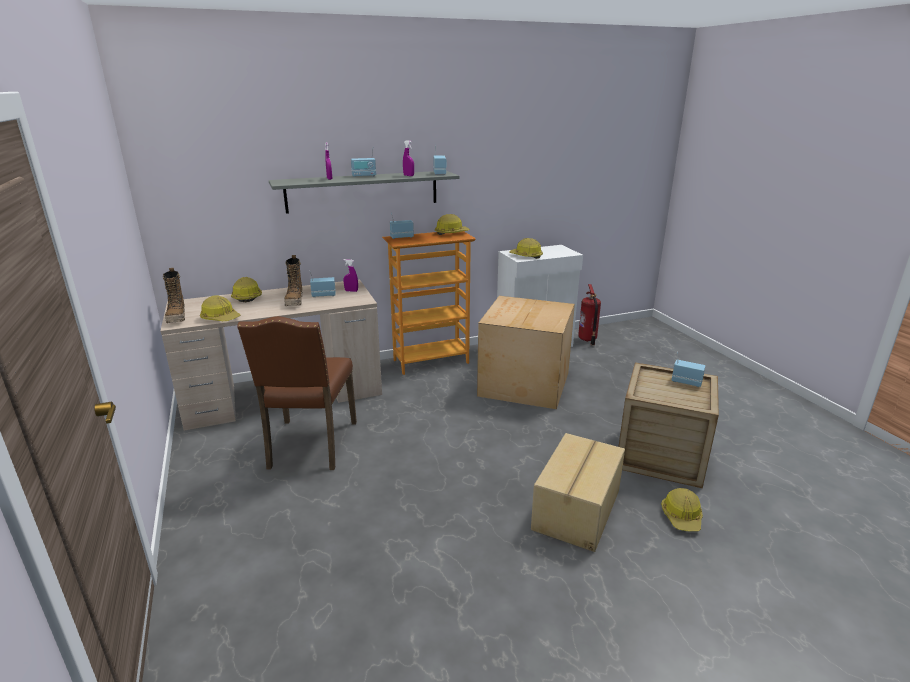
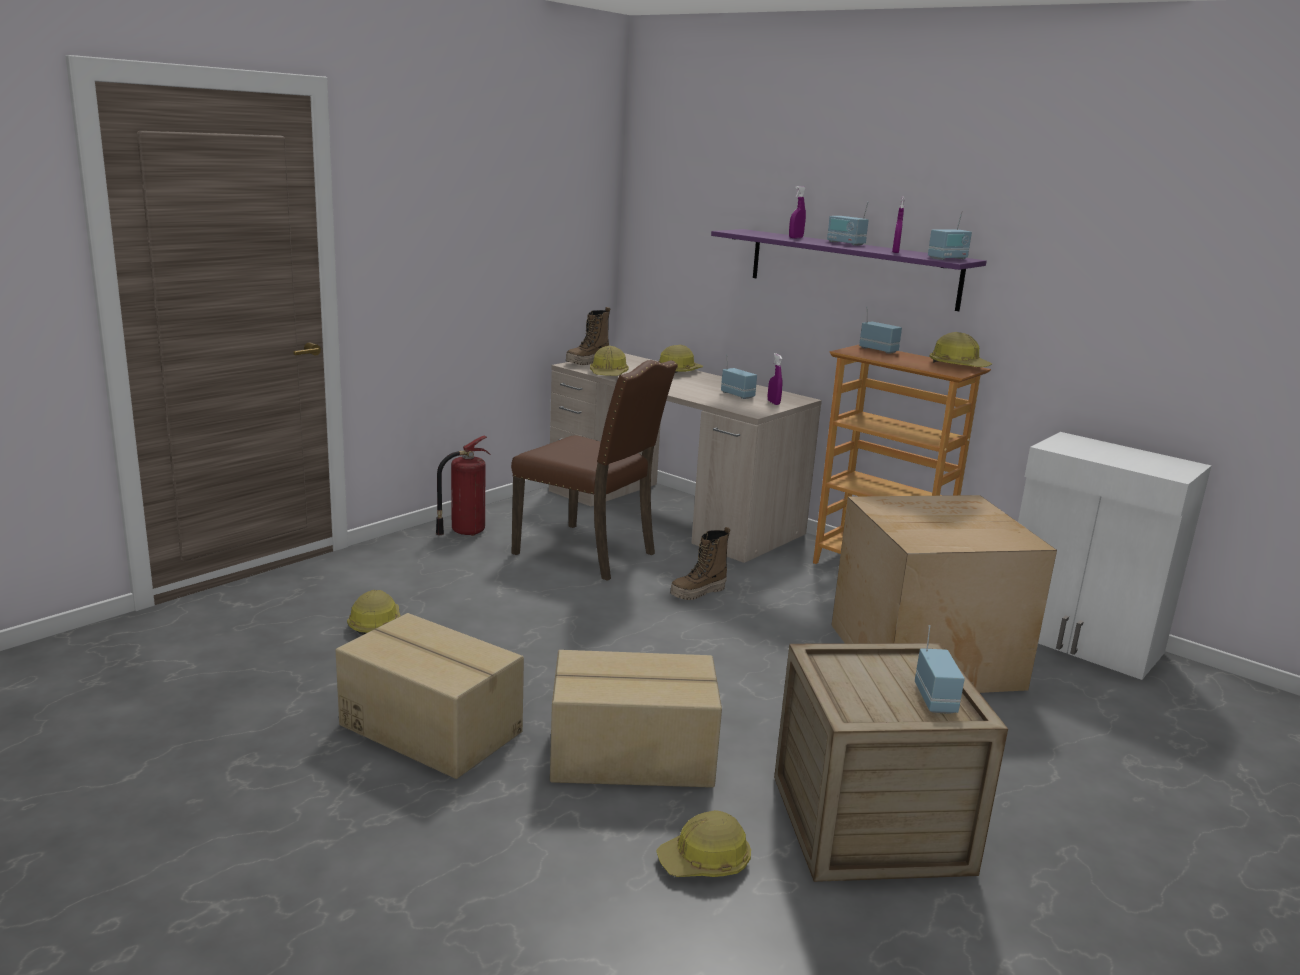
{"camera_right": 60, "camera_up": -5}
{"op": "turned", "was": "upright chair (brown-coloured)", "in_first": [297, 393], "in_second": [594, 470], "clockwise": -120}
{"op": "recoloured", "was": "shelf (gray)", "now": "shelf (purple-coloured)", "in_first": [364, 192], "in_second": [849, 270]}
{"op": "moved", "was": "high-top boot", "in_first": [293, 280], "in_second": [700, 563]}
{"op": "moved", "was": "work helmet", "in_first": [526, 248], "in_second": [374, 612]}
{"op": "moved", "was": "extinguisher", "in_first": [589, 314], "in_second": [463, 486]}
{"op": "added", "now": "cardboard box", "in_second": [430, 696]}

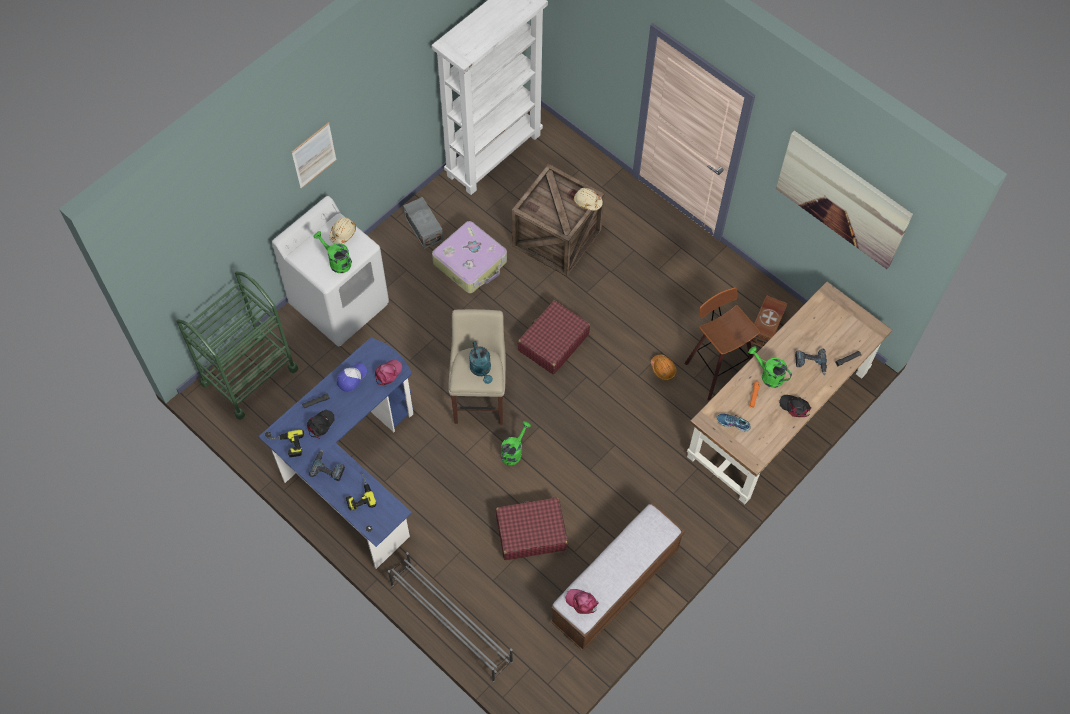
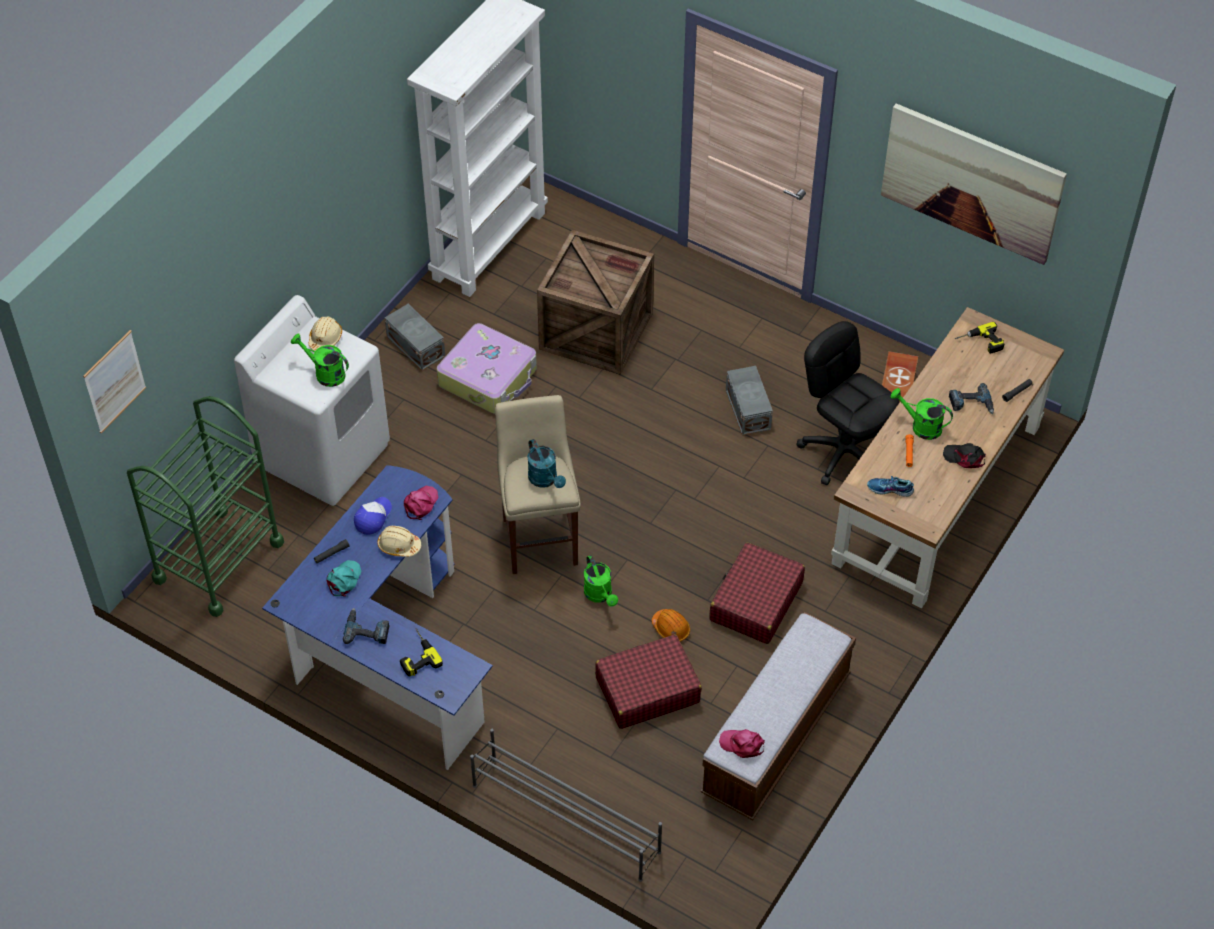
{"camera_right": -10, "camera_up": -10}
{"op": "moved", "was": "electric drill", "in_first": [285, 443], "in_second": [980, 338]}
{"op": "moved", "was": "picture", "in_first": [314, 155], "in_second": [114, 381]}
{"op": "recoloured", "was": "cap (black)", "now": "cap (blue-green)", "in_first": [321, 424], "in_second": [343, 578]}
{"op": "turned", "was": "watering pot (green-coloured)", "in_first": [516, 443], "in_second": [601, 581], "clockwise": 135}
{"op": "moved", "was": "suitcase (reddish)", "in_first": [554, 337], "in_second": [757, 593]}
{"op": "moved", "was": "work helmet (beige-coloured)", "in_first": [588, 199], "in_second": [399, 541]}
{"op": "moved", "was": "work helmet (orange-coloured)", "in_first": [664, 367], "in_second": [671, 625]}
{"op": "replaced", "was": "stool seat", "now": "office chair (black)", "in_first": [722, 344], "in_second": [848, 403]}
{"op": "added", "now": "storage bin (gray)", "in_second": [749, 400]}

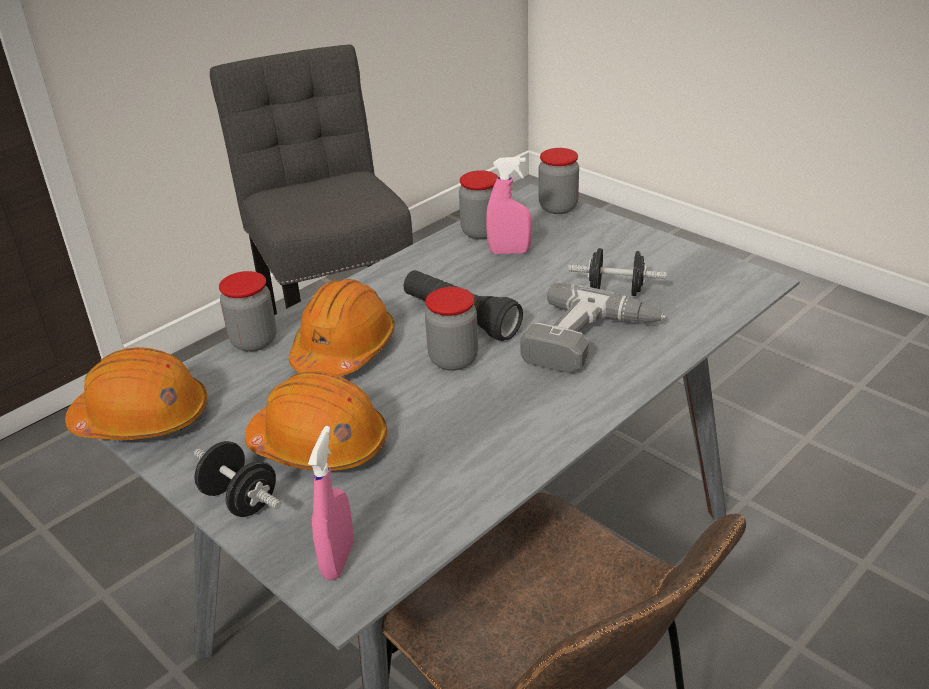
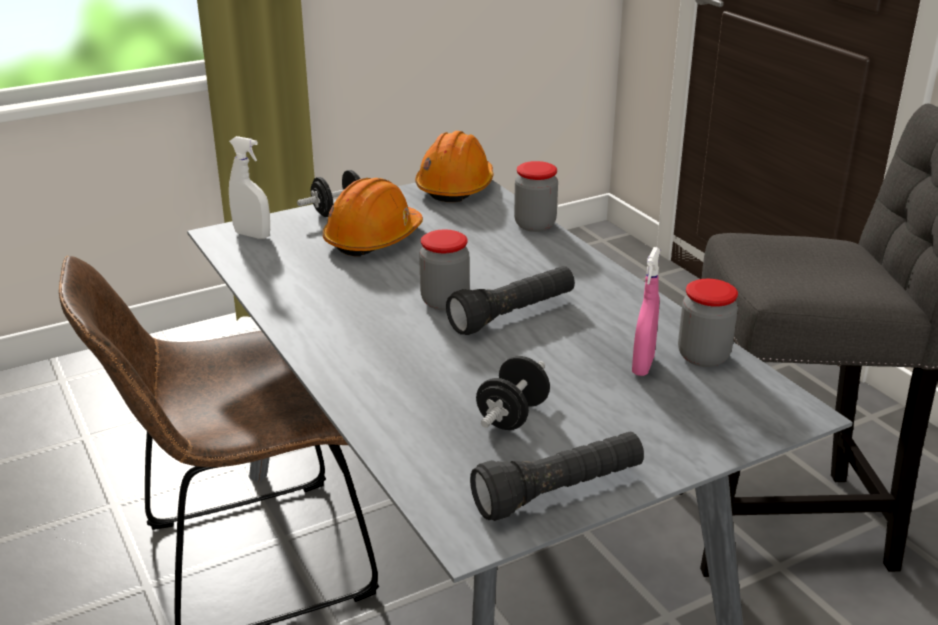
{"camera_right": 105, "camera_up": -5}
{"op": "removed", "was": "work helmet (orange-coloured)", "in_first": [342, 327]}
{"op": "recoloured", "was": "hand sprayer (pink-coloured)", "now": "hand sprayer (white)", "in_first": [330, 503], "in_second": [249, 187]}
{"op": "removed", "was": "electric drill", "in_first": [593, 328]}
{"op": "removed", "was": "storage jar", "in_first": [559, 181]}
{"op": "added", "now": "torch (black)", "in_second": [557, 476]}

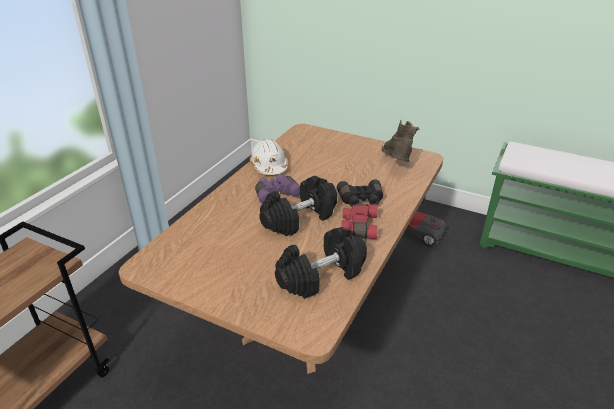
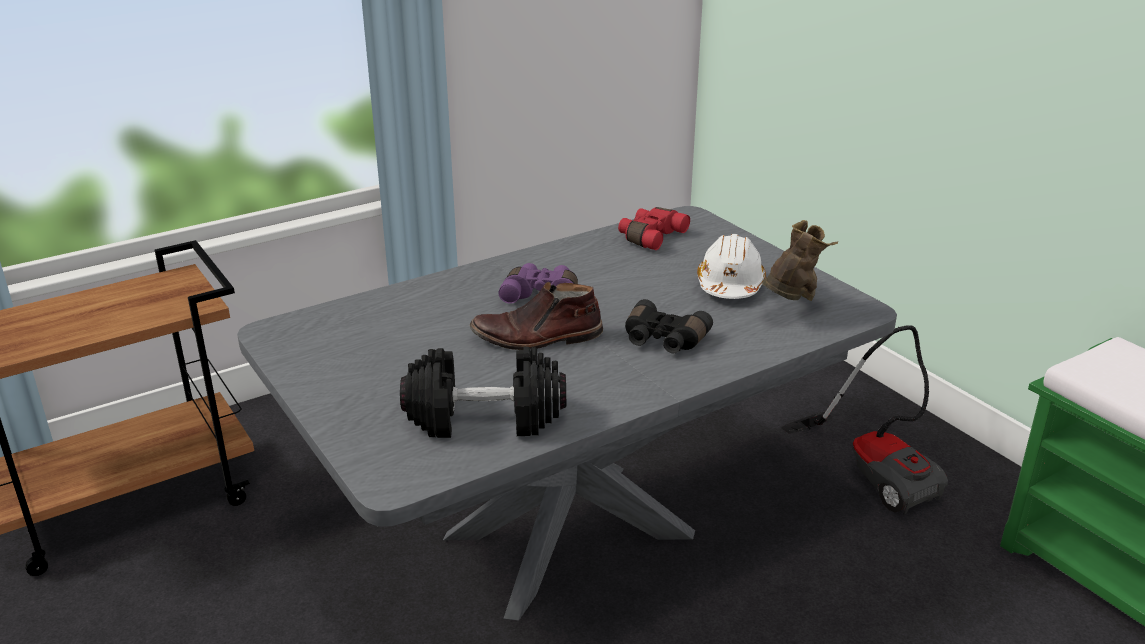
{"camera_right": 30, "camera_up": -5}
{"op": "recoloured", "was": "dinner table (brown-coloured)", "now": "dinner table (gray)", "in_first": [280, 249], "in_second": [567, 413]}
{"op": "moved", "was": "work helmet (white)", "in_first": [269, 157], "in_second": [731, 266]}
{"op": "replaced", "was": "free weight (black)", "now": "high-top boot (brown-coloured)", "in_first": [298, 206], "in_second": [536, 316]}
{"op": "moved", "was": "pair of binoculars (reddish)", "in_first": [359, 221], "in_second": [654, 228]}

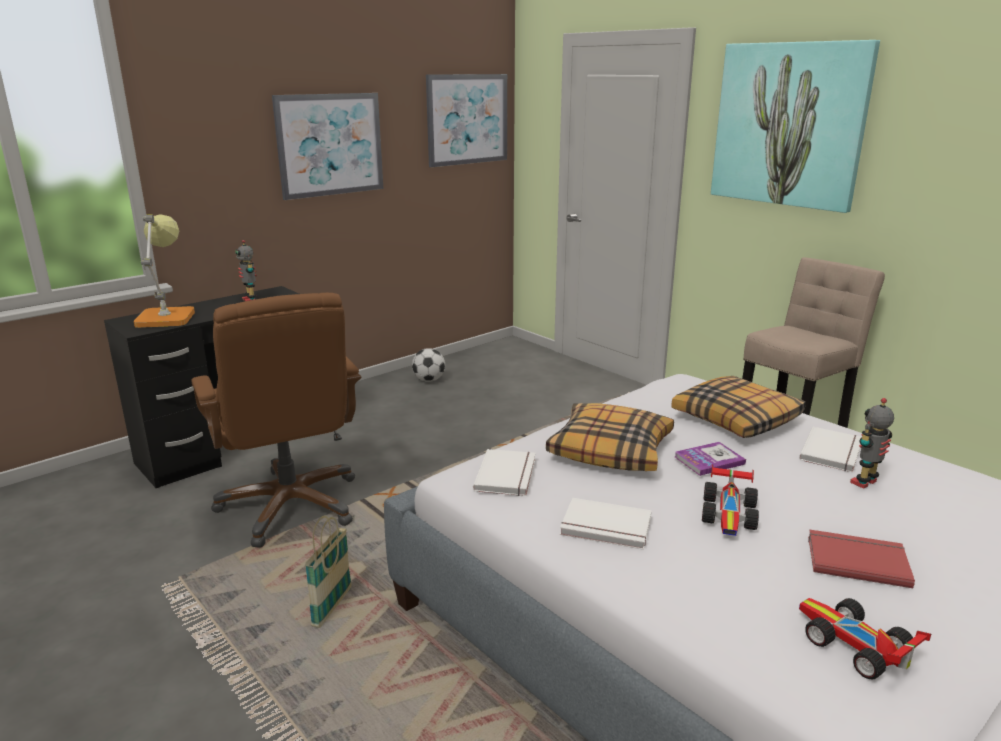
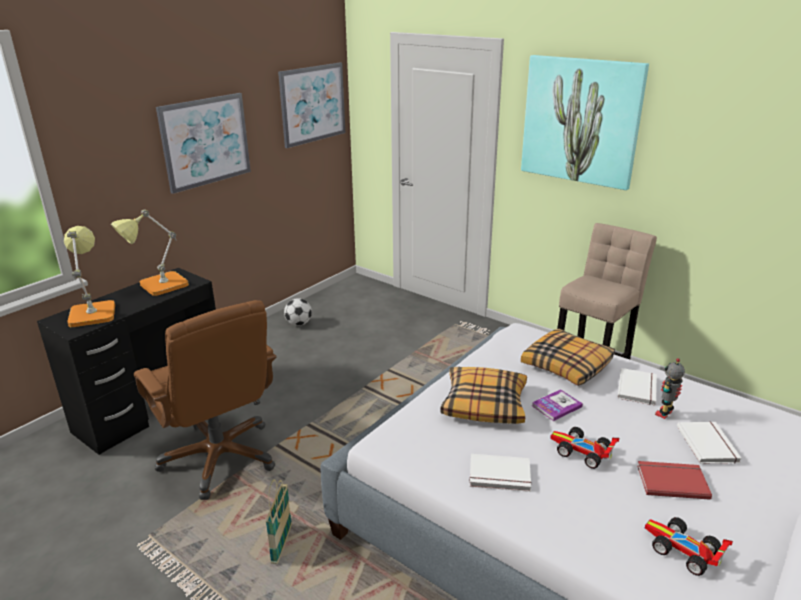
{"camera_right": -10, "camera_up": 5}
{"op": "replaced", "was": "model robot", "now": "table lamp", "in_first": [246, 270], "in_second": [150, 252]}
{"op": "moved", "was": "volume (white)", "in_first": [504, 472], "in_second": [709, 442]}
{"op": "turned", "was": "model car", "in_first": [730, 500], "in_second": [584, 448], "clockwise": 120}

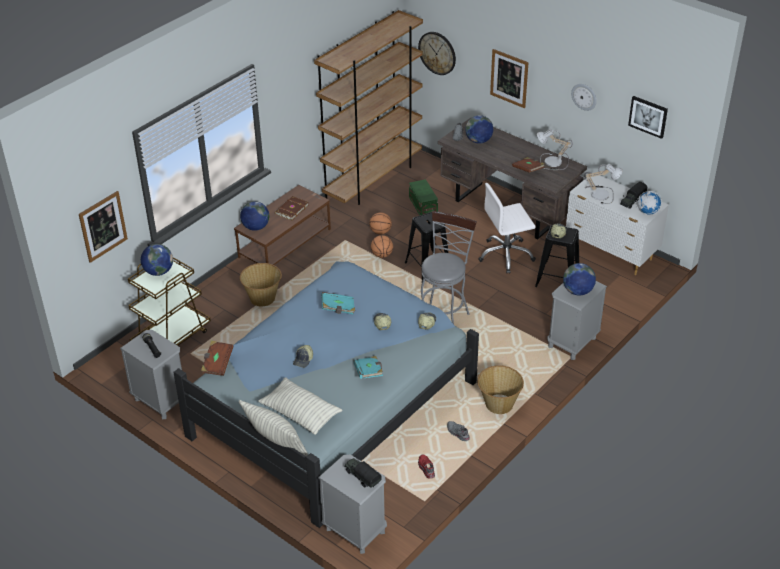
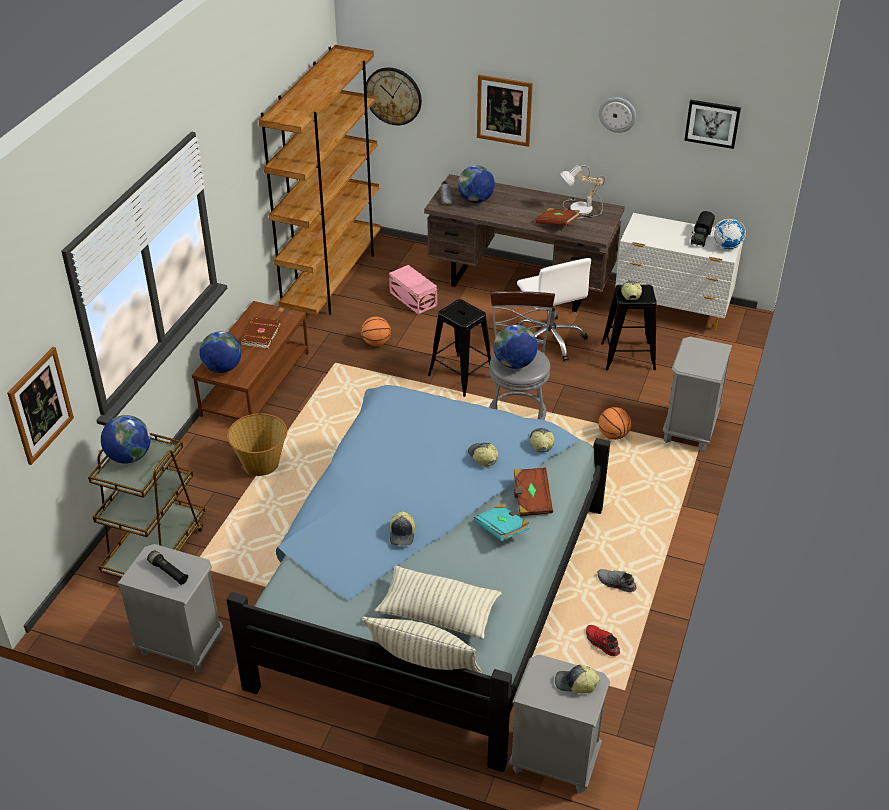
{"camera_right": -20, "camera_up": 0}
{"op": "moved", "was": "volume (brown-coloured)", "in_first": [217, 358], "in_second": [533, 492]}
{"op": "removed", "was": "volume (blue-green)", "in_first": [338, 303]}
{"op": "replaced", "was": "toy lorry", "now": "cap", "in_first": [362, 473], "in_second": [577, 678]}
{"op": "moved", "was": "ball for basketball", "in_first": [382, 246], "in_second": [614, 423]}
{"op": "recoloured", "was": "storage bin (green-coloured)", "now": "storage bin (pink-coloured)", "in_first": [423, 197], "in_second": [413, 289]}
{"op": "removed", "was": "storage basket", "in_first": [500, 389]}
{"op": "turned", "was": "office chair (white)", "in_first": [507, 228], "in_second": [553, 309], "clockwise": -75}
{"op": "moved", "was": "world globe", "in_first": [579, 279], "in_second": [516, 347]}
{"op": "removed", "was": "table lamp", "in_first": [603, 184]}

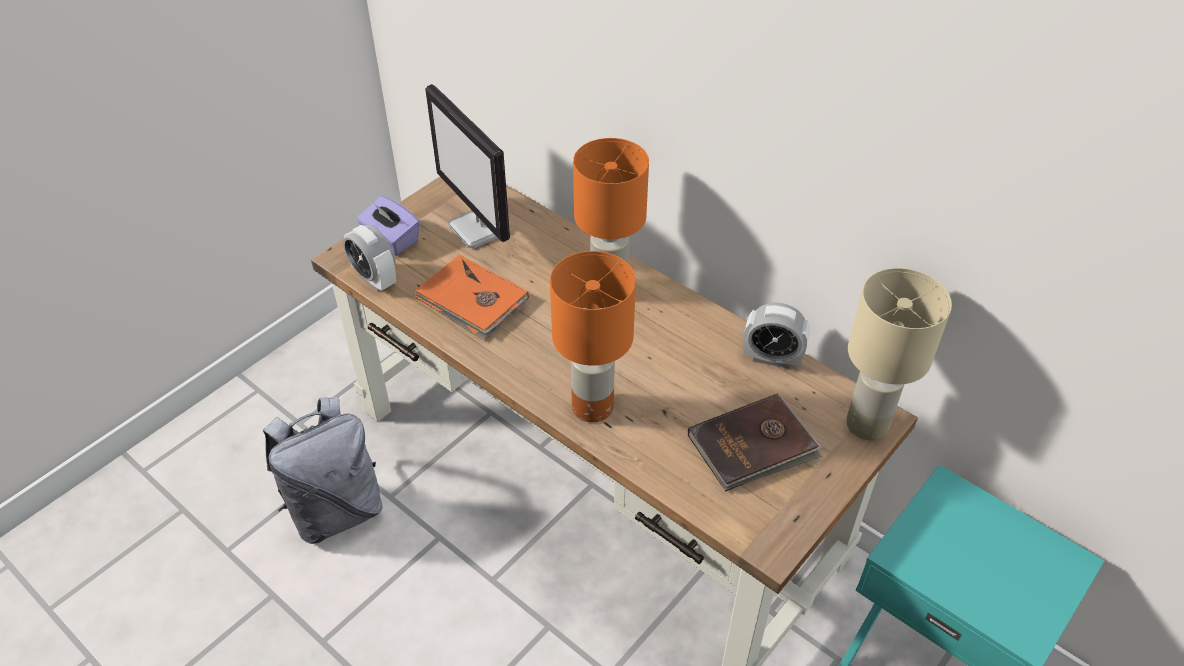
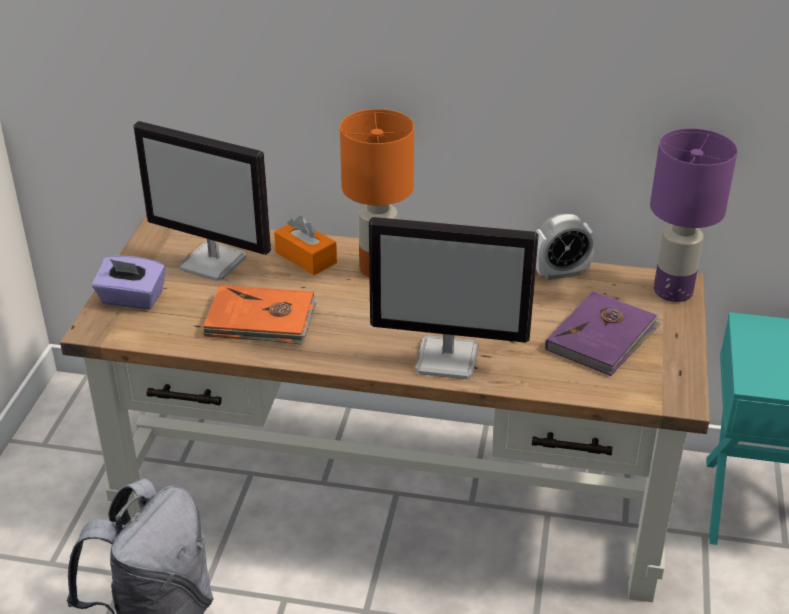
{"camera_right": -30, "camera_up": -10}
{"op": "removed", "was": "alarm clock", "in_first": [369, 258]}
{"op": "replaced", "was": "table lamp (orange-coloured)", "now": "computer display", "in_first": [593, 336], "in_second": [454, 298]}
{"op": "recoloured", "was": "volume (brown-coloured)", "now": "volume (purple-coloured)", "in_first": [755, 442], "in_second": [603, 333]}
{"op": "recoloured", "was": "table lamp (beige-coloured)", "now": "table lamp (purple-coloured)", "in_first": [899, 354], "in_second": [694, 215]}
{"op": "added", "now": "box of tissues (orange-coloured)", "in_second": [305, 245]}

